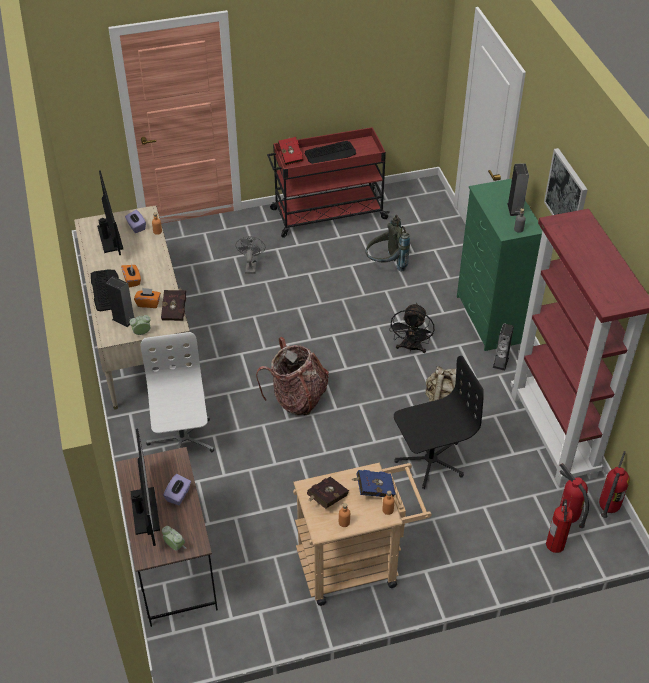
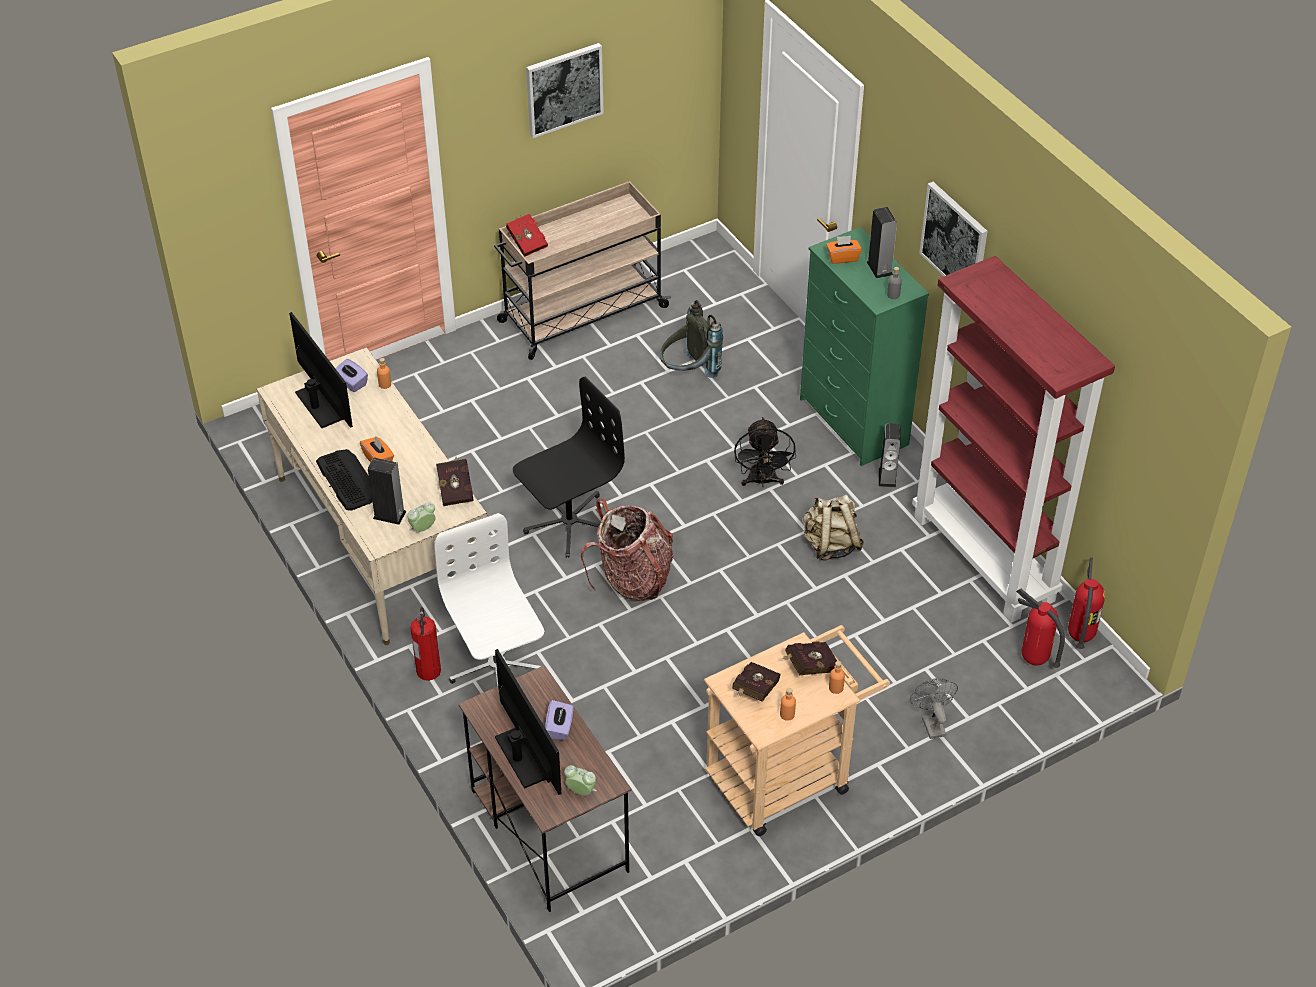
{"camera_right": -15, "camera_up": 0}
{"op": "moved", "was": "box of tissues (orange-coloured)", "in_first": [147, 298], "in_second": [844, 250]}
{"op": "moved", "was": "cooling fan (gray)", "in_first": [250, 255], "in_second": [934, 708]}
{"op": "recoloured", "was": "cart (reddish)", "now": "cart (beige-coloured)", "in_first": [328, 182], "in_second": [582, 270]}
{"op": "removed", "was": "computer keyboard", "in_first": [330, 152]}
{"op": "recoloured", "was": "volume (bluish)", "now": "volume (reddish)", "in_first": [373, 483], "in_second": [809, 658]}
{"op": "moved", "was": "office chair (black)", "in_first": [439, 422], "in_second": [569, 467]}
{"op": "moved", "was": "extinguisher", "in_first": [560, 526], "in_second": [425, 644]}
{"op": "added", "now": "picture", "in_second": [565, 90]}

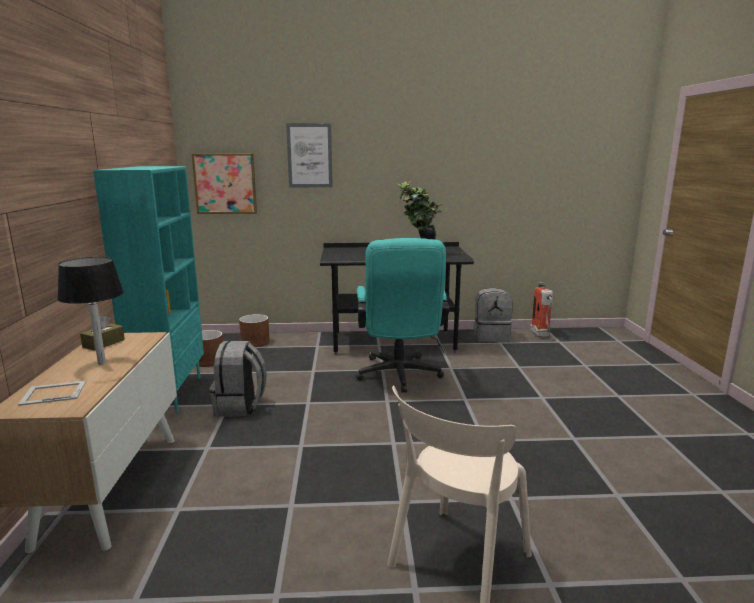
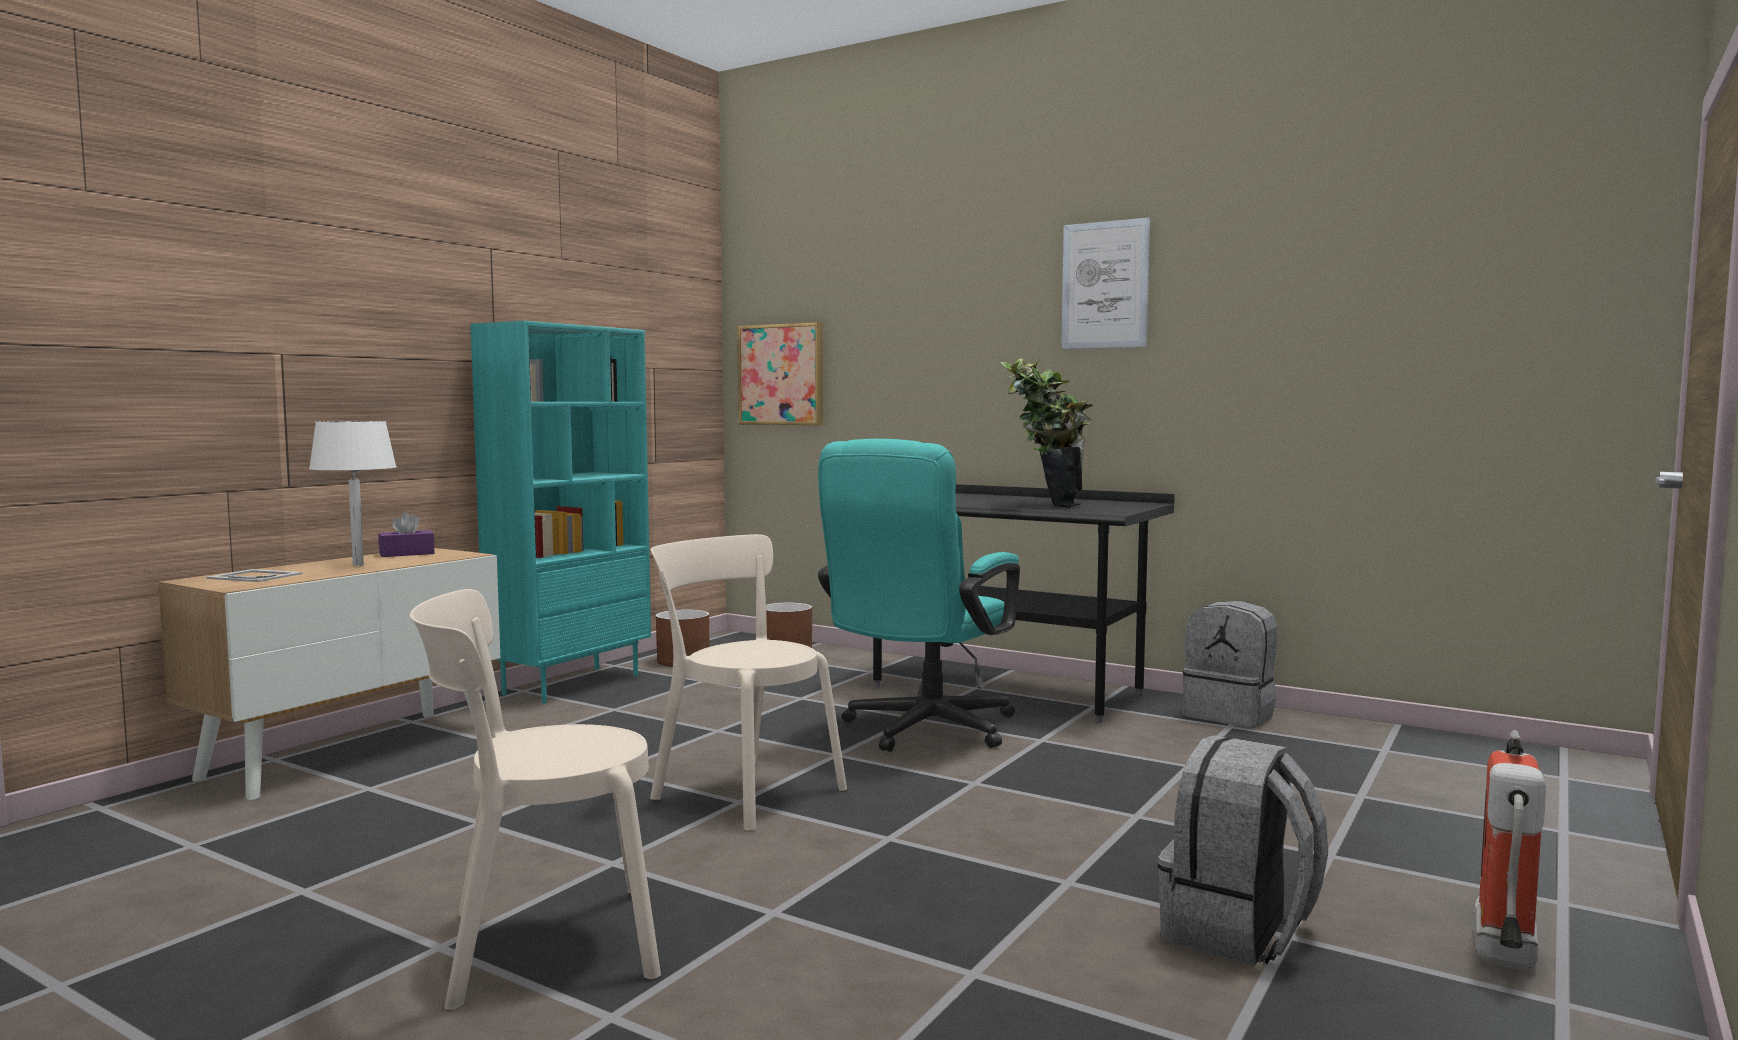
{"camera_right": 35, "camera_up": -10}
{"op": "recoloured", "was": "table lamp (black)", "now": "table lamp (white)", "in_first": [90, 310], "in_second": [353, 493]}
{"op": "recoloured", "was": "box of tissues (brown-coloured)", "now": "box of tissues (purple-coloured)", "in_first": [102, 333], "in_second": [406, 534]}
{"op": "moved", "was": "backpack (gray)", "in_first": [238, 379], "in_second": [1243, 850]}
{"op": "moved", "was": "picture", "in_first": [309, 155], "in_second": [1105, 283]}
{"op": "moved", "was": "extinguisher", "in_first": [541, 310], "in_second": [1510, 850]}
{"op": "added", "now": "upright chair (beige-coloured)", "in_second": [748, 682]}

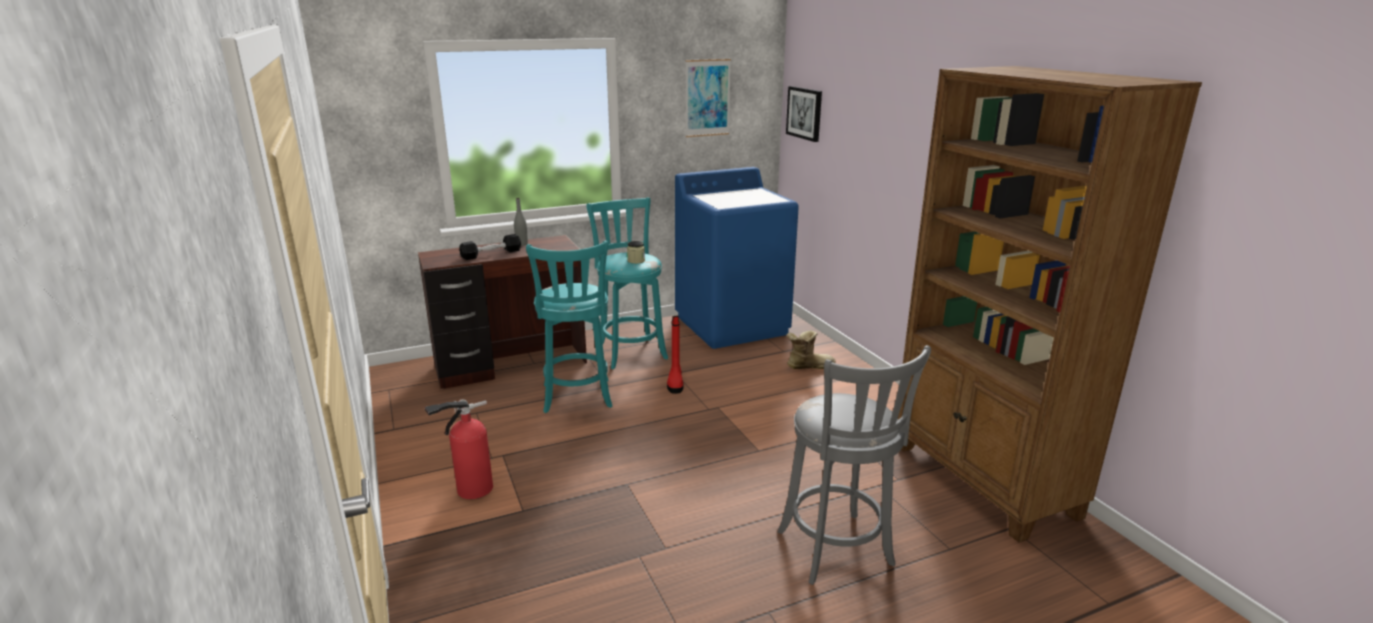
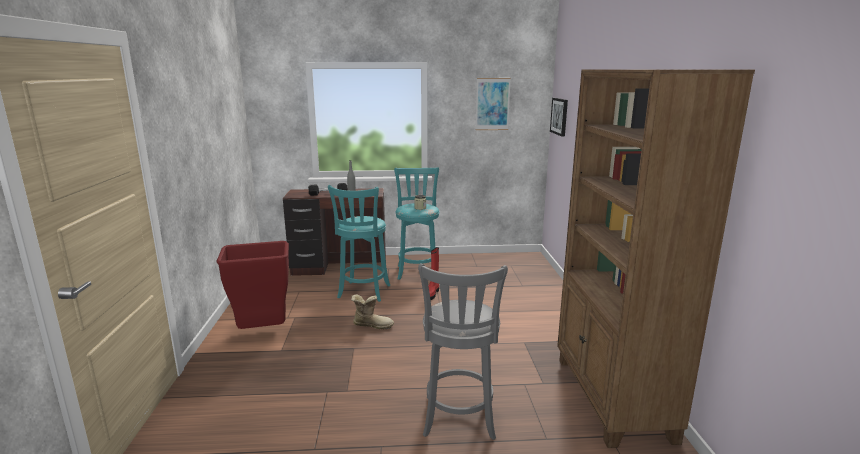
{"camera_right": 20, "camera_up": -5}
{"op": "replaced", "was": "extinguisher", "now": "rubbish bin (reddish)", "in_first": [459, 449], "in_second": [253, 285]}
{"op": "removed", "was": "laundry machine (bluish)", "in_first": [737, 258]}
{"op": "moved", "was": "high-top boot", "in_first": [811, 349], "in_second": [372, 312]}

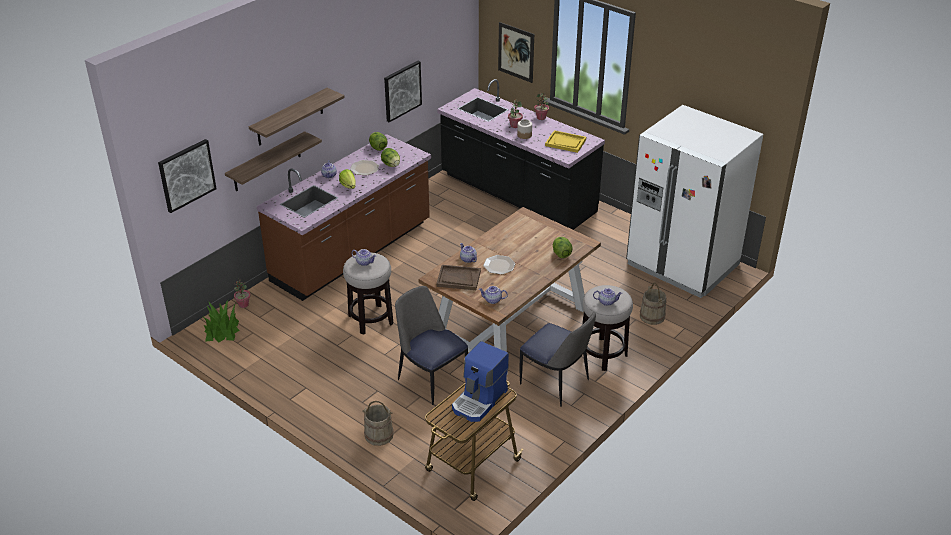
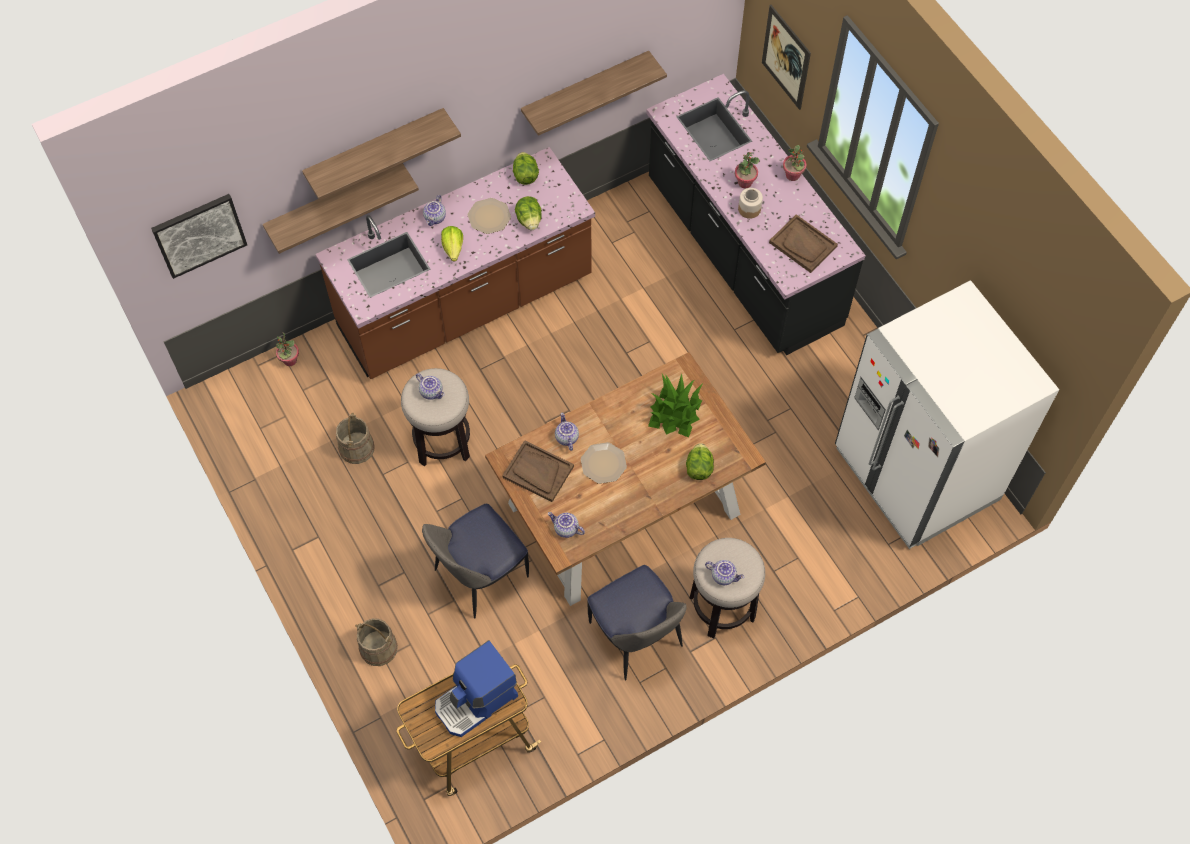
{"camera_right": 20, "camera_up": 25}
{"op": "moved", "was": "plant in a pot", "in_first": [221, 321], "in_second": [675, 405]}
{"op": "replaced", "was": "picture", "now": "shelf", "in_first": [403, 91], "in_second": [594, 93]}
{"op": "turned", "was": "upright chair", "in_first": [431, 345], "in_second": [475, 561], "clockwise": -105}
{"op": "recoloured", "was": "carrying tray (yellowish)", "now": "carrying tray (brown-coloured)", "in_first": [565, 141], "in_second": [803, 243]}
{"op": "moved", "was": "bucket (beige-coloured)", "in_first": [653, 304], "in_second": [355, 438]}

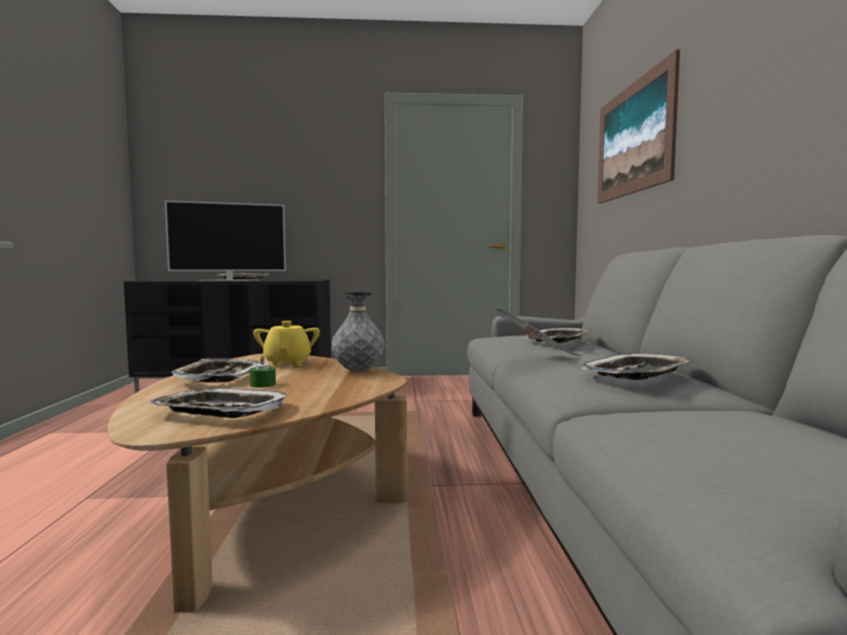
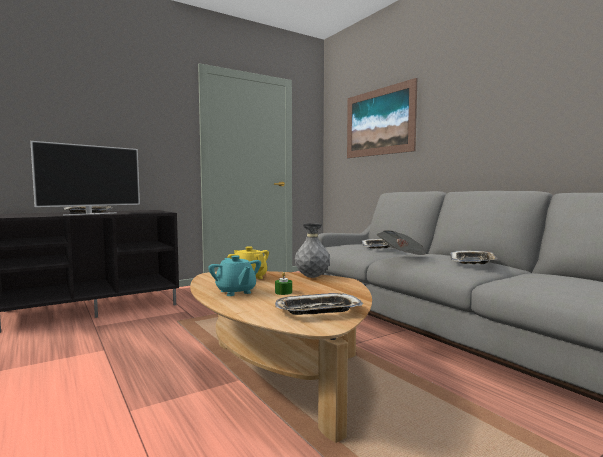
{"camera_right": -30, "camera_up": 0}
{"op": "replaced", "was": "carrying tray", "now": "teapot (blue-green)", "in_first": [216, 371], "in_second": [234, 275]}

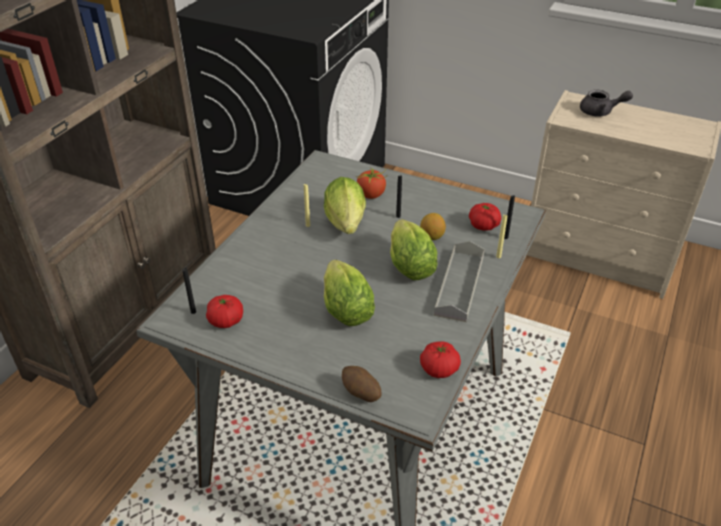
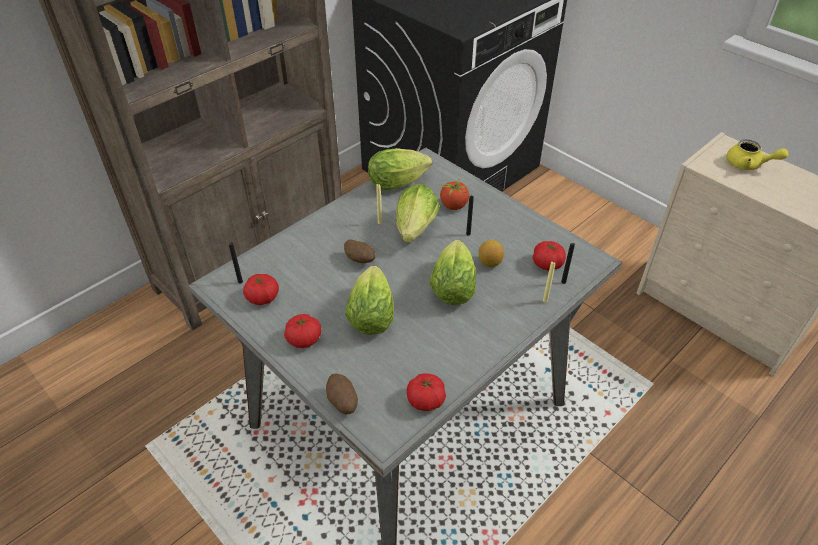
{"camera_right": 20, "camera_up": 5}
{"op": "removed", "was": "carrying tray (gray)", "in_first": [459, 281]}
{"op": "recoloured", "was": "teapot (gray)", "now": "teapot (yellowish)", "in_first": [606, 103], "in_second": [757, 154]}
{"op": "added", "now": "tomato", "in_second": [303, 331]}
{"op": "added", "now": "potato", "in_second": [360, 251]}
{"op": "added", "now": "lettuce head", "in_second": [400, 169]}

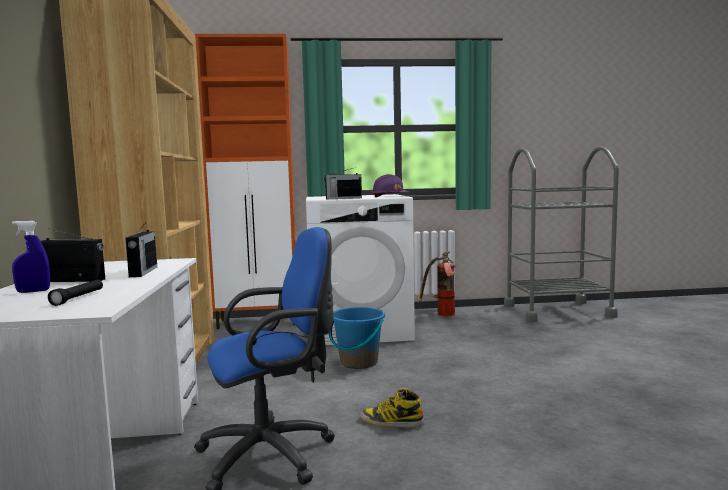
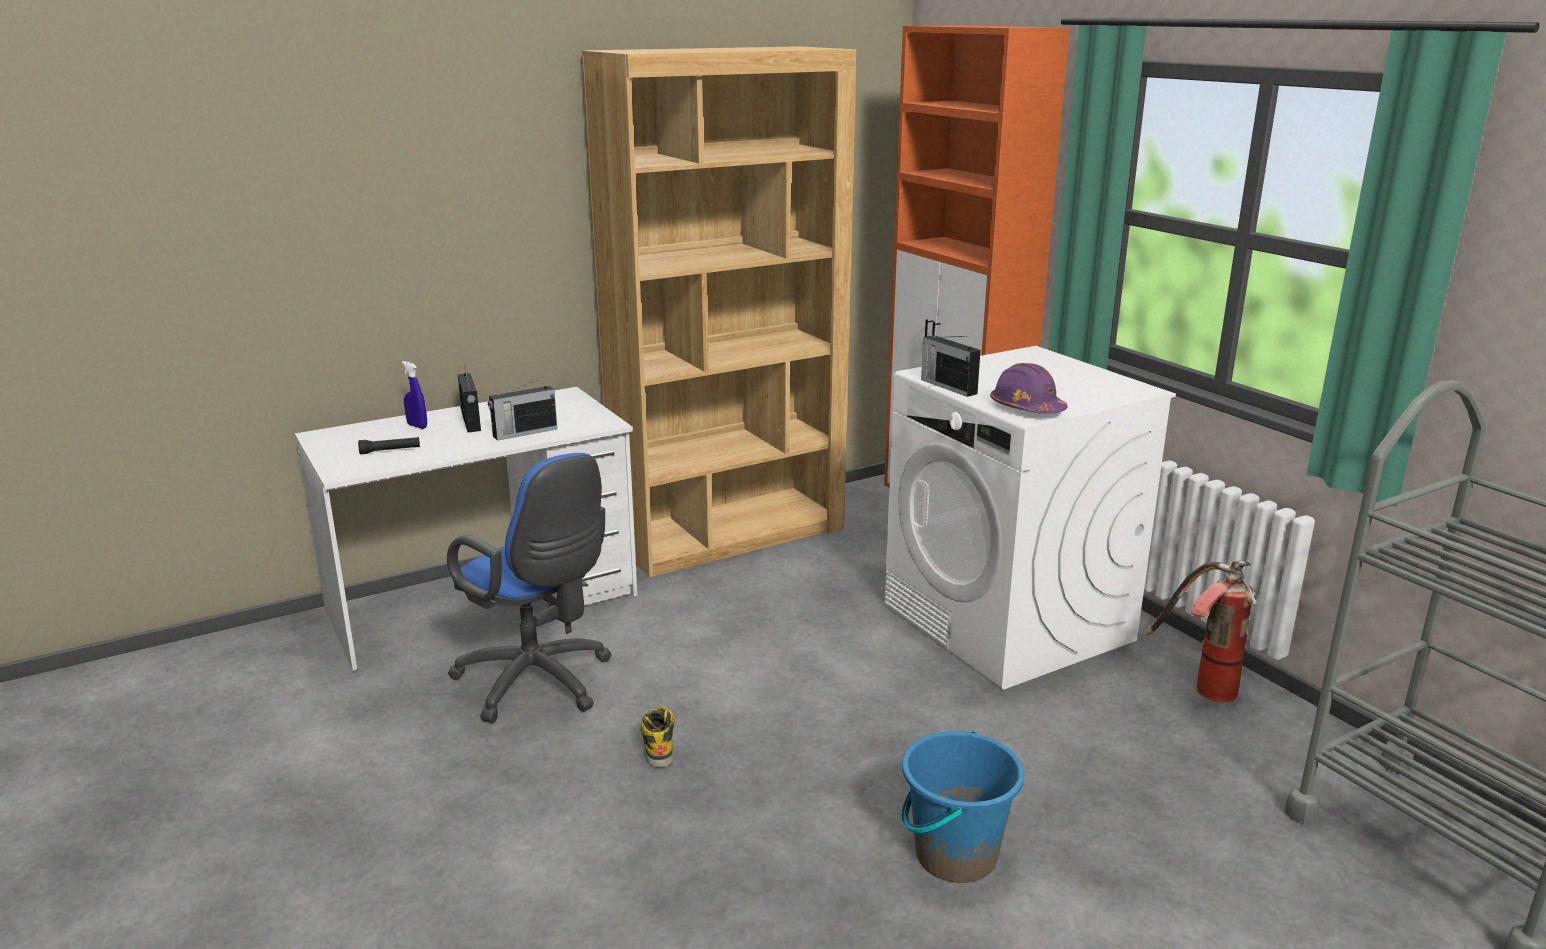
{"camera_right": 65, "camera_up": 15}
{"op": "moved", "was": "bucket (bluish)", "in_first": [357, 338], "in_second": [962, 807]}

